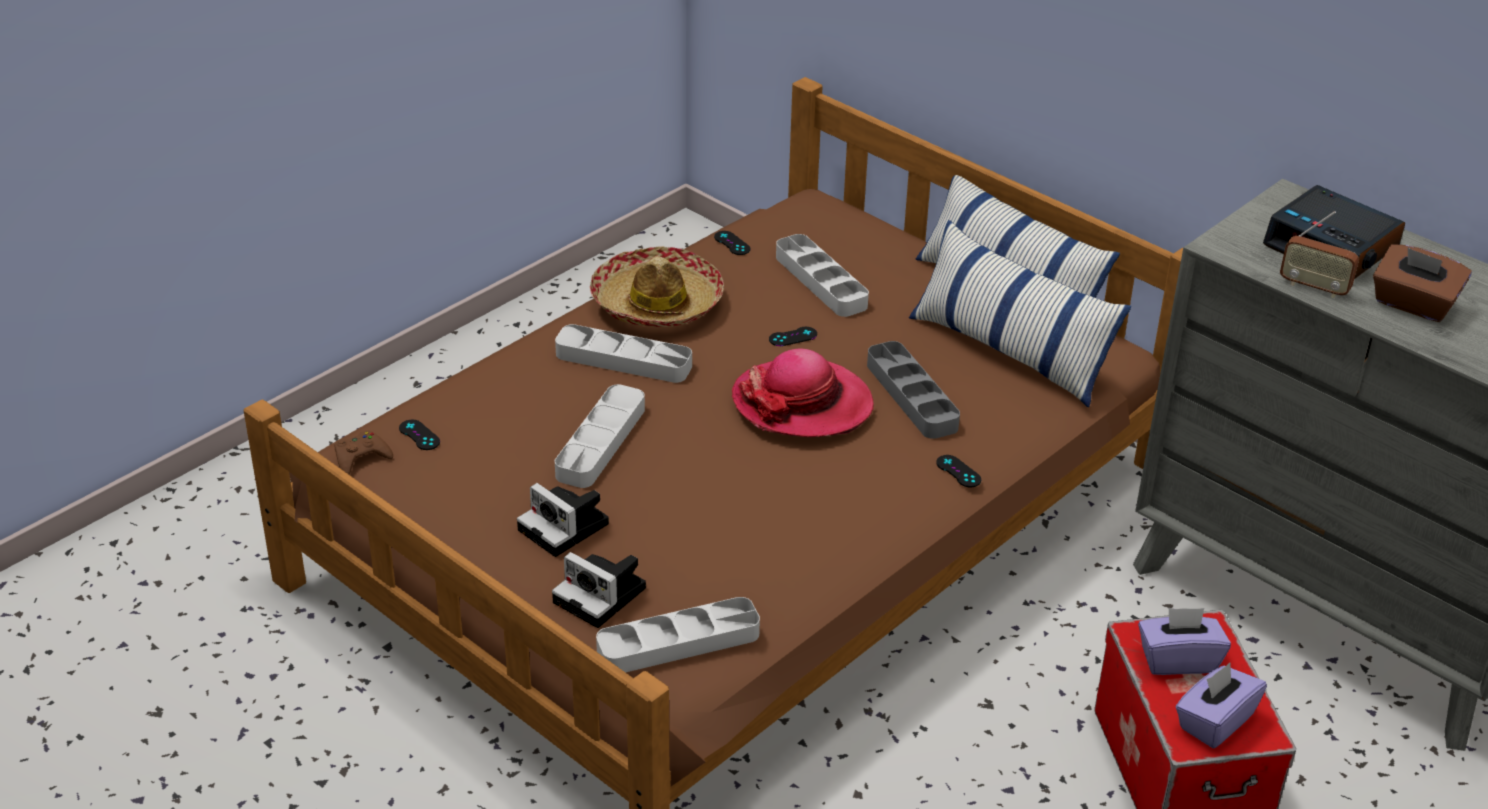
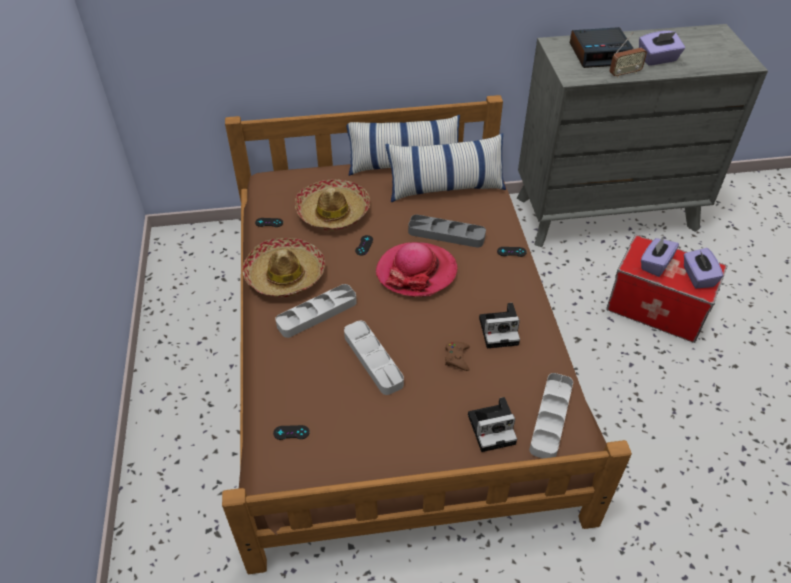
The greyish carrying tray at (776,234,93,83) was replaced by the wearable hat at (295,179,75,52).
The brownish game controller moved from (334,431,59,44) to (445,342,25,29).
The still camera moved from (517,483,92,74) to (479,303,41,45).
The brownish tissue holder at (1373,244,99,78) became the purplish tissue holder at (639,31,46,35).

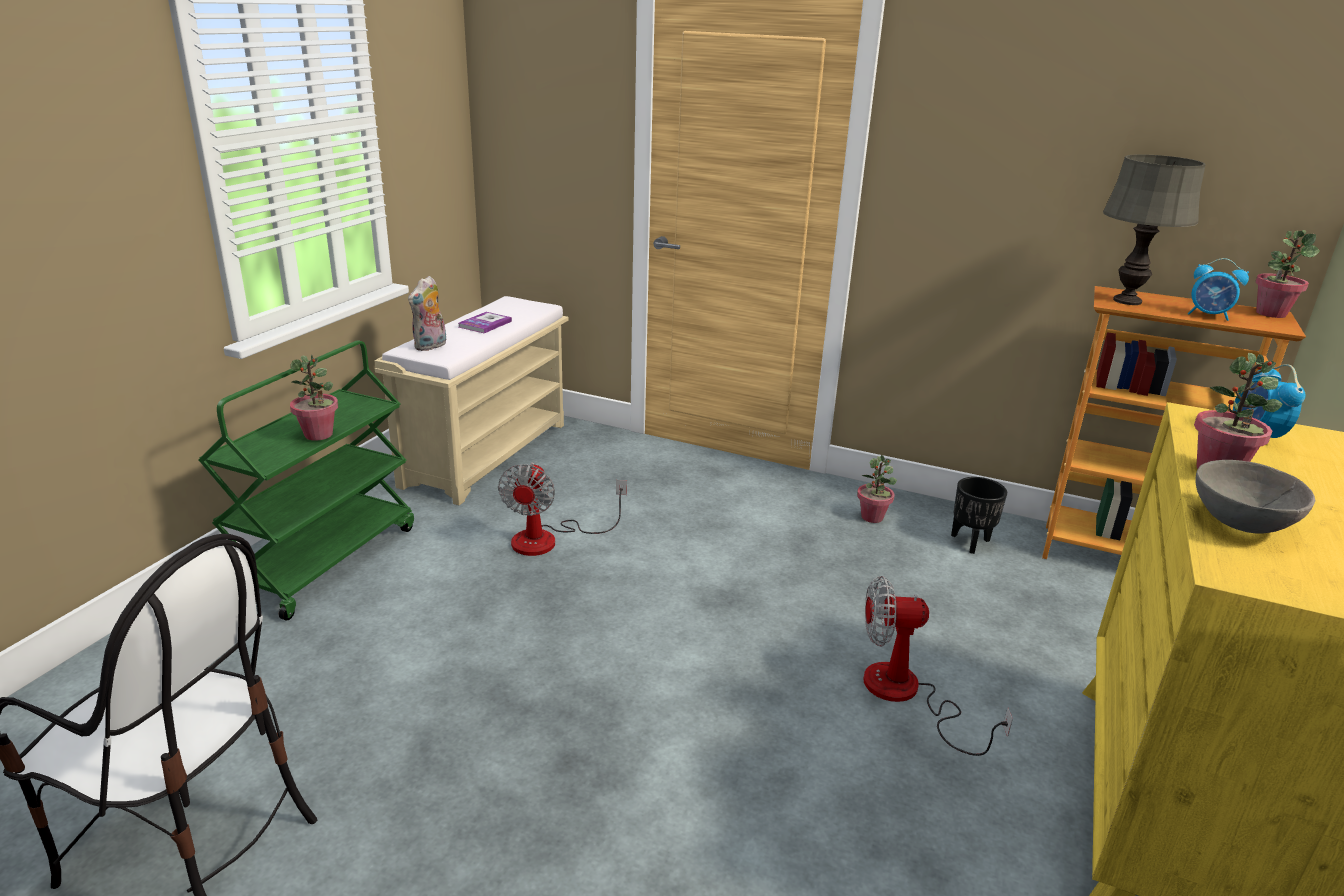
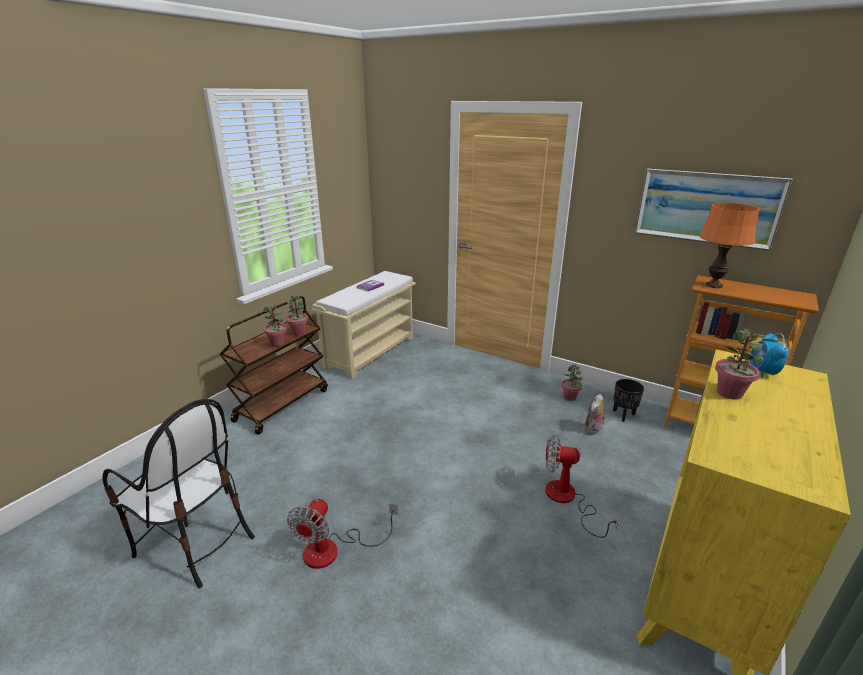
The green wheeled cart at (198,340,216,281) became the brownish wheeled cart at (220,296,108,139).
The potted plant moved from (1255,230,65,88) to (286,295,22,41).
The cooling fan moved from (498,462,129,94) to (287,499,111,70).
The plush toy moved from (408,276,38,75) to (583,394,23,42).
The wall art at (635,169,158,82) appeared.
The greyish lamp for a table at (1103,154,103,151) became the orange-coloured lamp for a table at (699,203,60,85).
The table clock at (1188,258,61,63) disappeared.
The greyish serving bowl at (1195,460,120,74) disappeared.

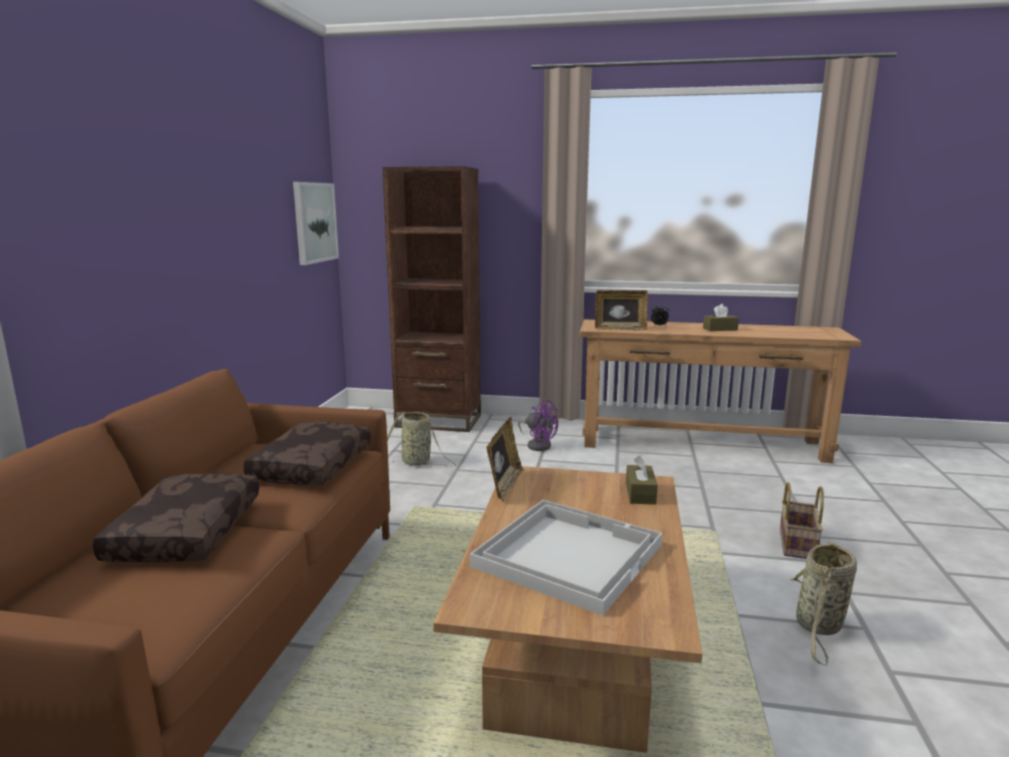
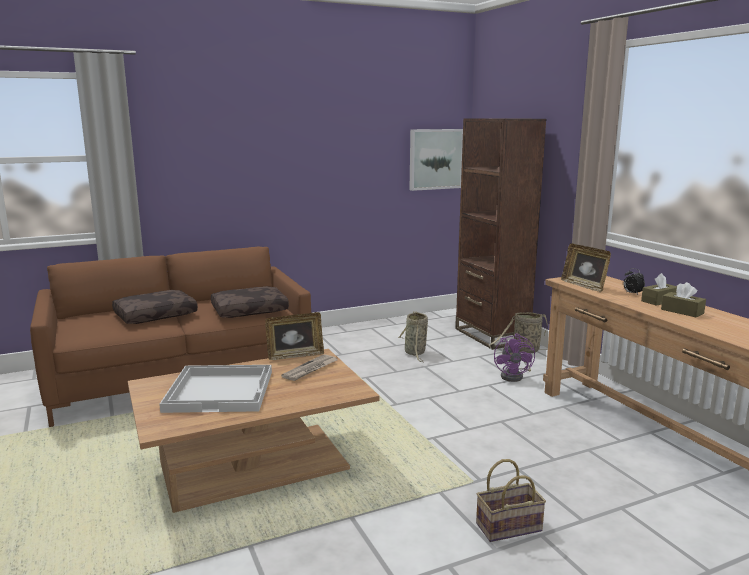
The printed paper at (281,354,56,27) appeared.
The basket moved from (790,539,67,126) to (489,312,59,41).
The brownish tissue holder moved from (626,455,32,50) to (641,273,36,33).

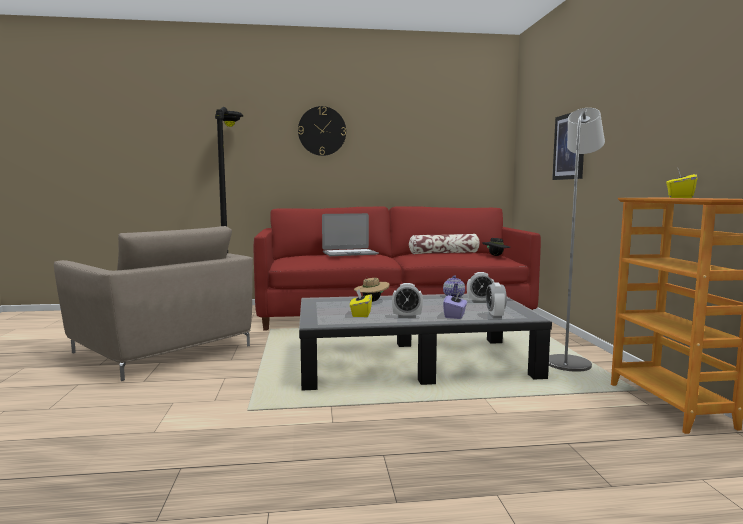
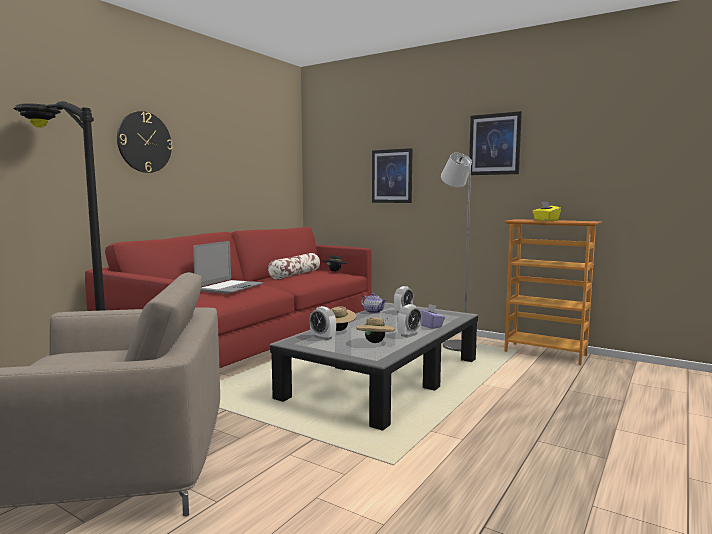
The table clock moved from (486,282,21,37) to (310,306,26,34).
The yellowish tissue holder at (350,290,22,27) was replaced by the beige wearable hat at (356,317,39,26).
The wall art at (469,111,53,64) appeared.

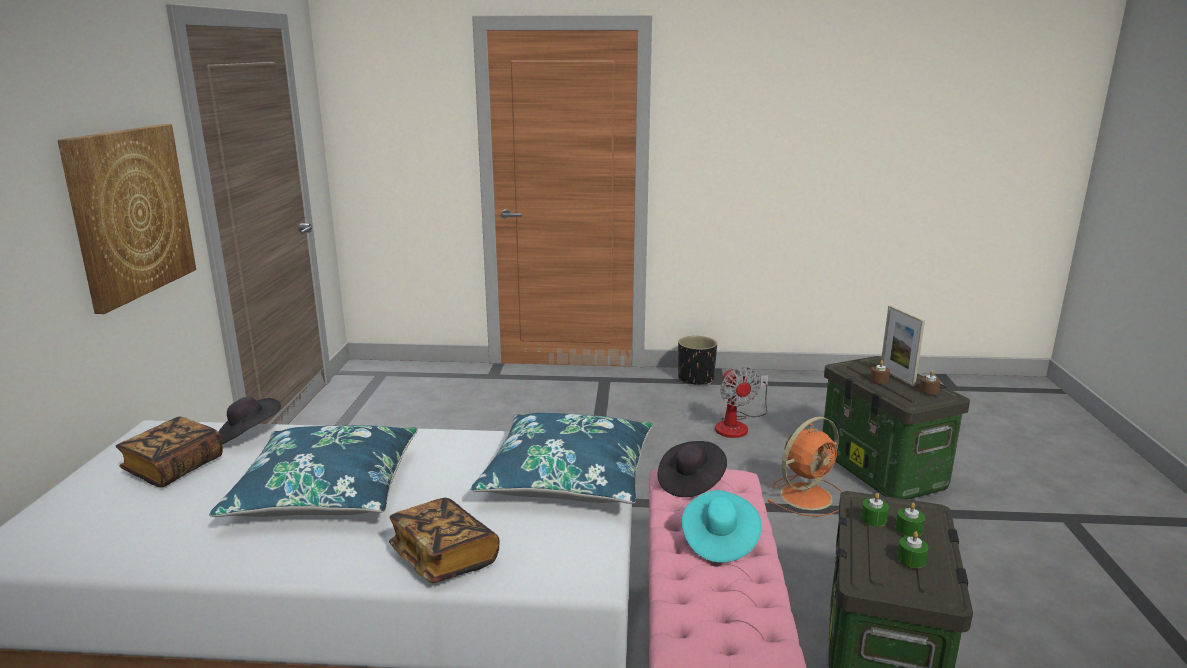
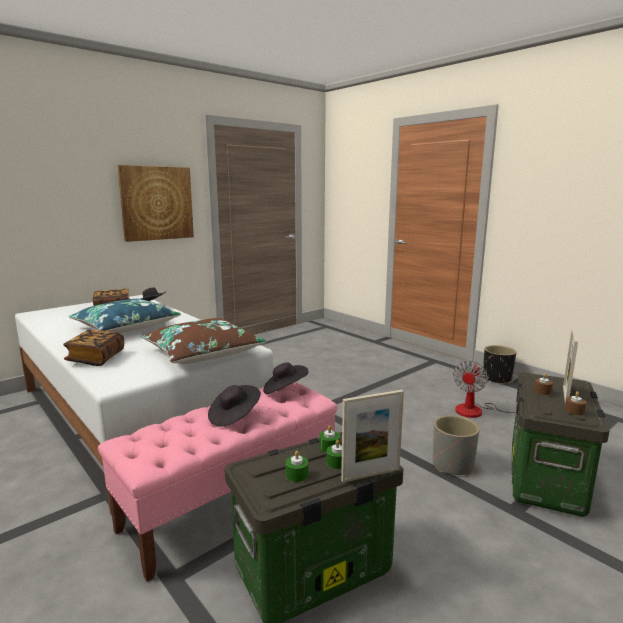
The blue-coloured throw pillow at (471,413,181,91) became the brownish throw pillow at (141,318,125,46).
The blue-green wearable hat at (682,490,80,73) became the black wearable hat at (208,385,53,42).
The photo frame at (341,390,63,93) appeared.
The orange-coloured cooling fan at (767,417,75,100) was replaced by the greyish plant pot at (433,415,47,60).

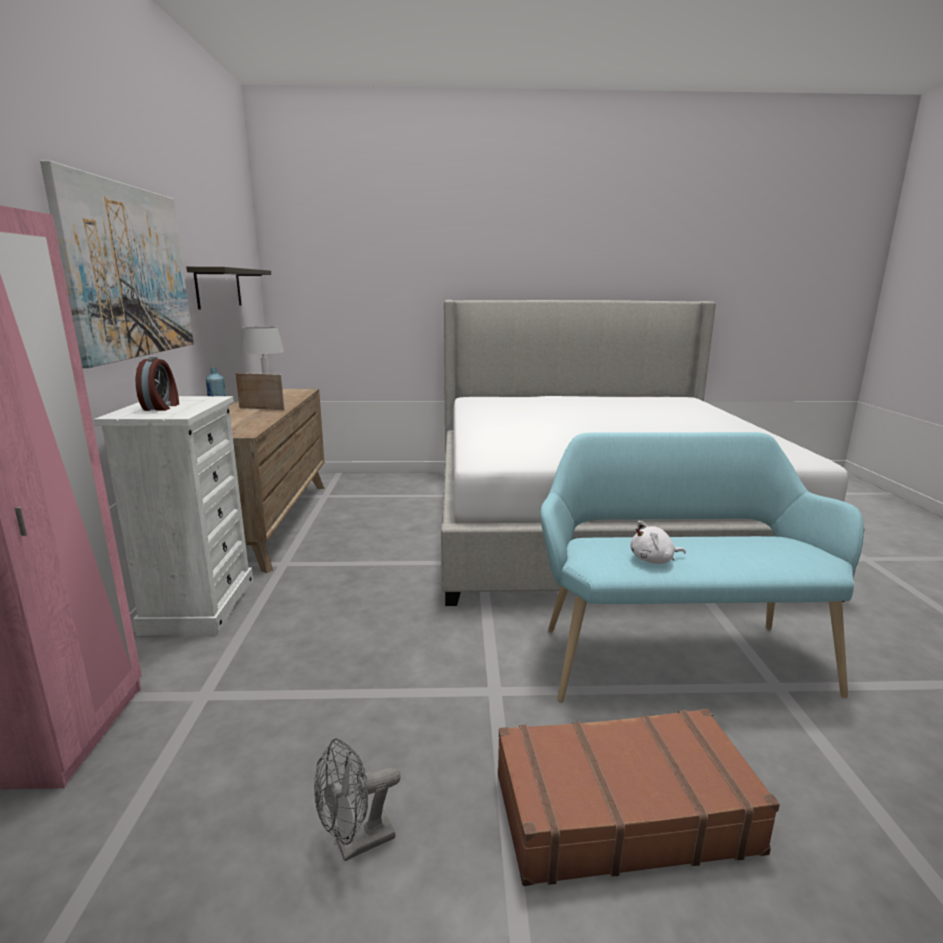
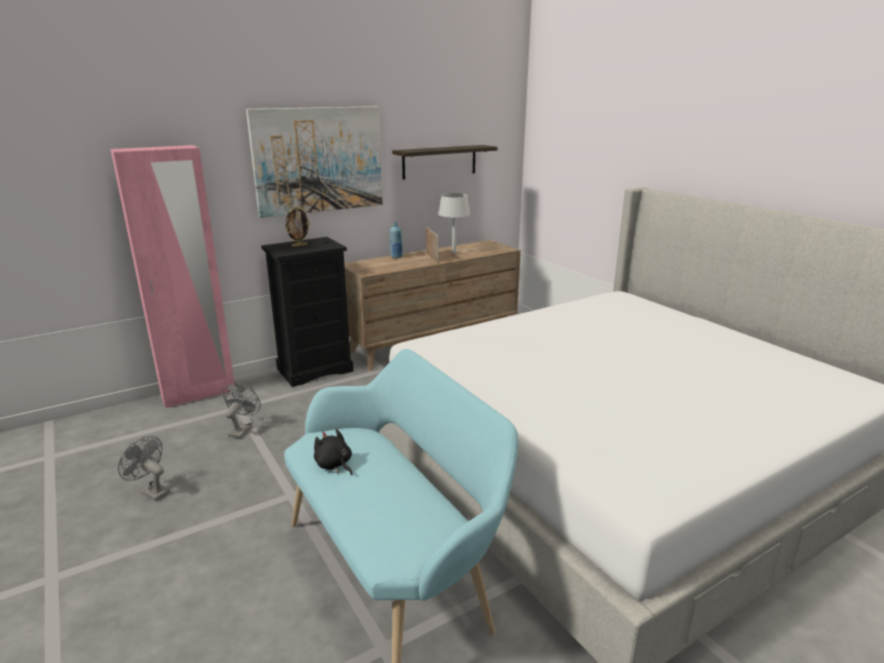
The greyish cooling fan at (223,383,38,55) appeared.
The whitish drawer chest at (93,396,161,240) became the black drawer chest at (261,237,92,150).
The table clock at (136,357,43,54) was replaced by the photo frame at (285,206,25,41).
The whitish plush toy at (630,521,56,43) became the black plush toy at (314,429,38,47).
The brownish suitcase at (498,708,282,178) disappeared.

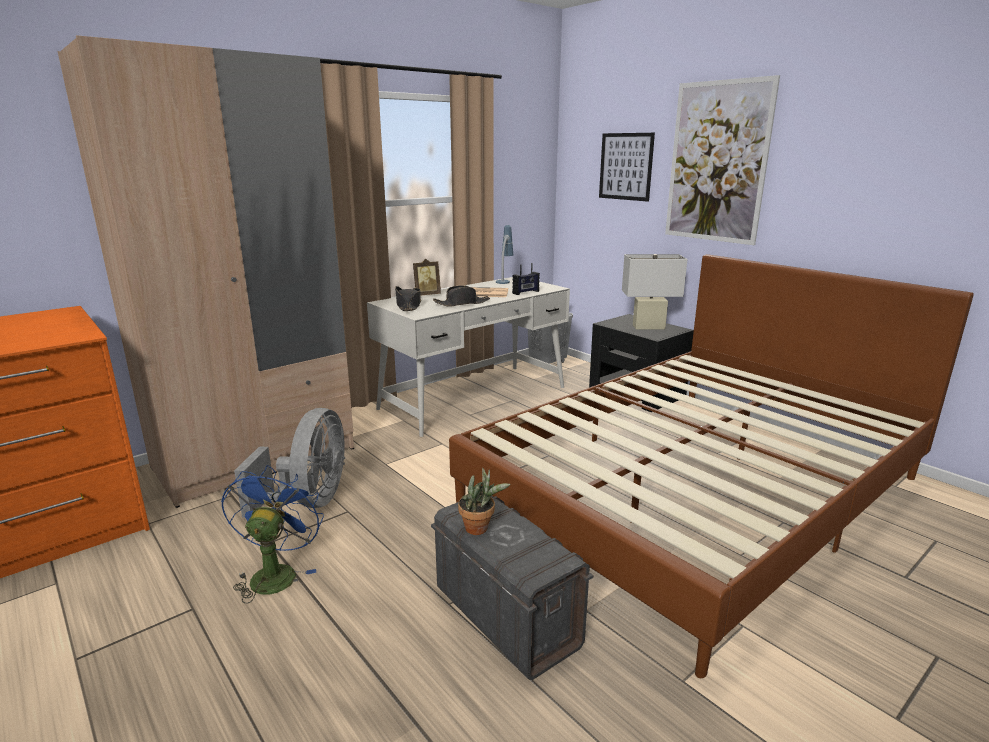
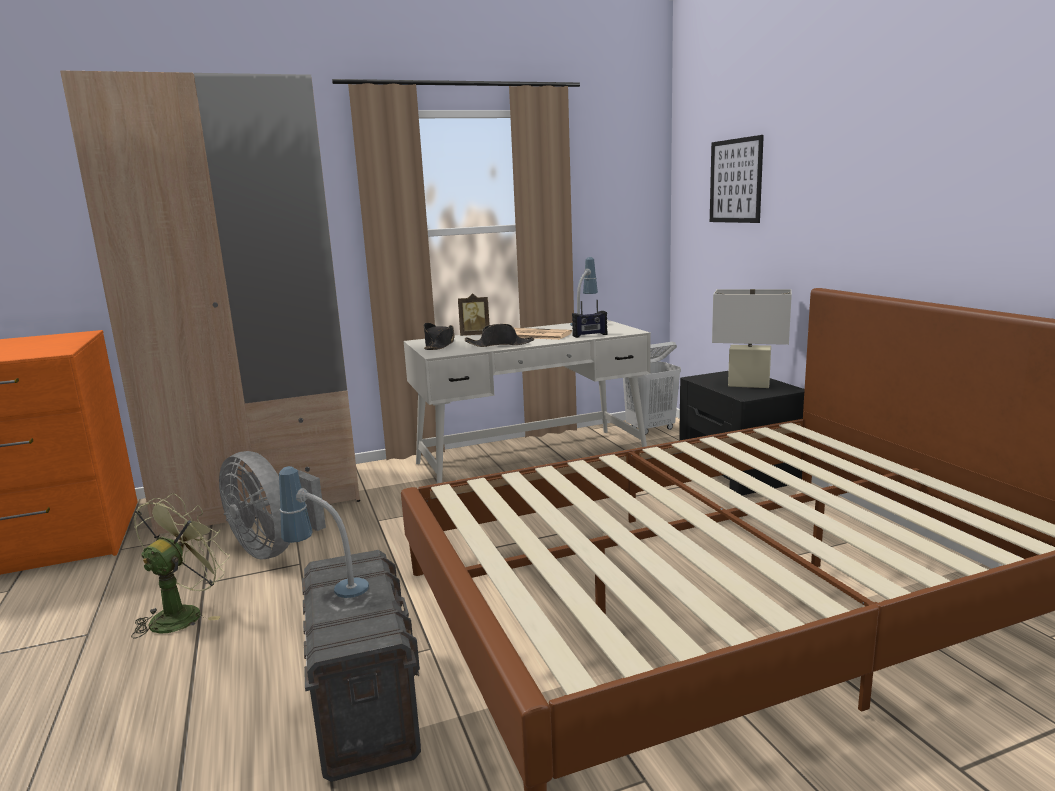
The blue-coloured cooling fan at (221,465,103,139) became the green cooling fan at (131,493,99,146).
The greyish cooling fan at (234,408,111,110) turned 105 degrees clockwise.
The potted plant at (458,468,53,67) was replaced by the lamp for a table at (279,466,90,132).
The wall art at (665,75,115,170) disappeared.

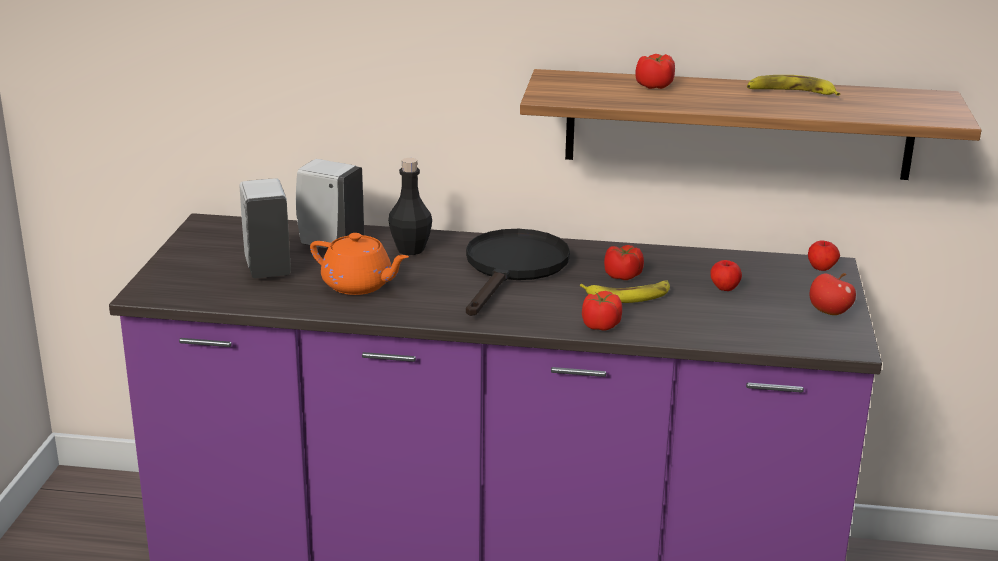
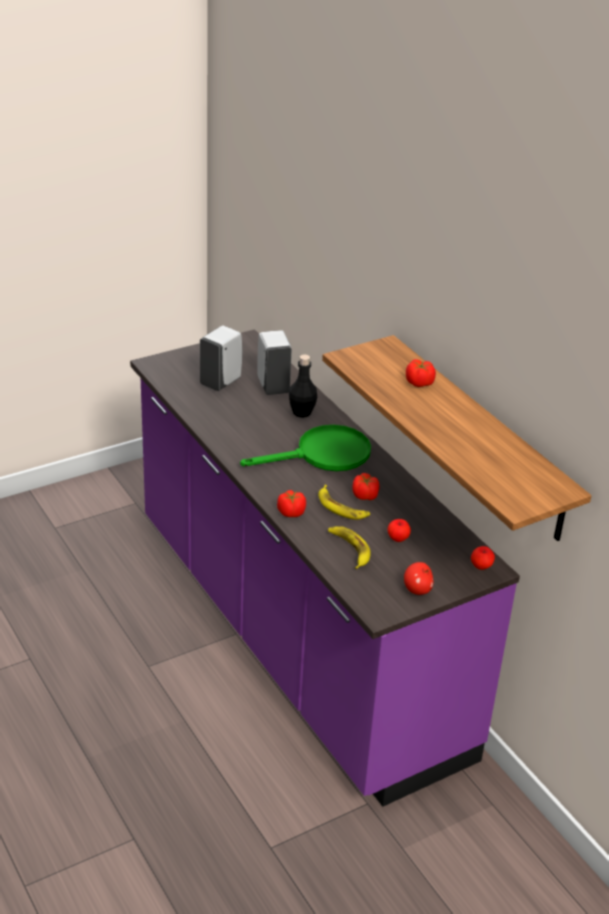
The black skillet at (466,229,104,87) became the green skillet at (240,425,131,46).
The whole banana moved from (747,75,93,21) to (328,526,43,43).
The orange-coloured pot for tea at (310,233,99,62) disappeared.

